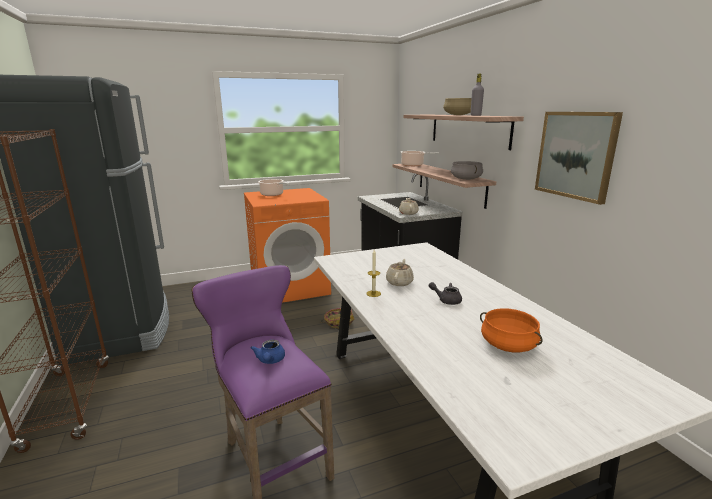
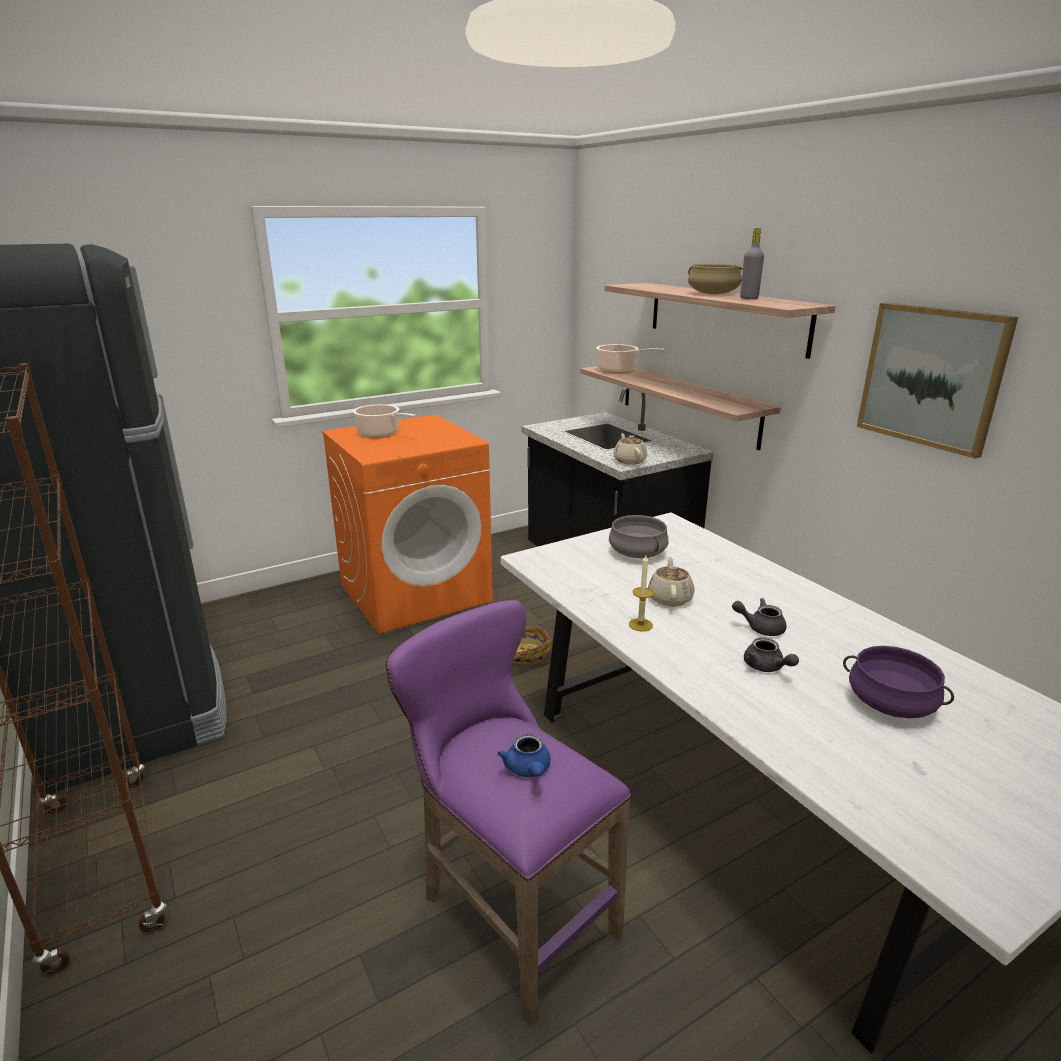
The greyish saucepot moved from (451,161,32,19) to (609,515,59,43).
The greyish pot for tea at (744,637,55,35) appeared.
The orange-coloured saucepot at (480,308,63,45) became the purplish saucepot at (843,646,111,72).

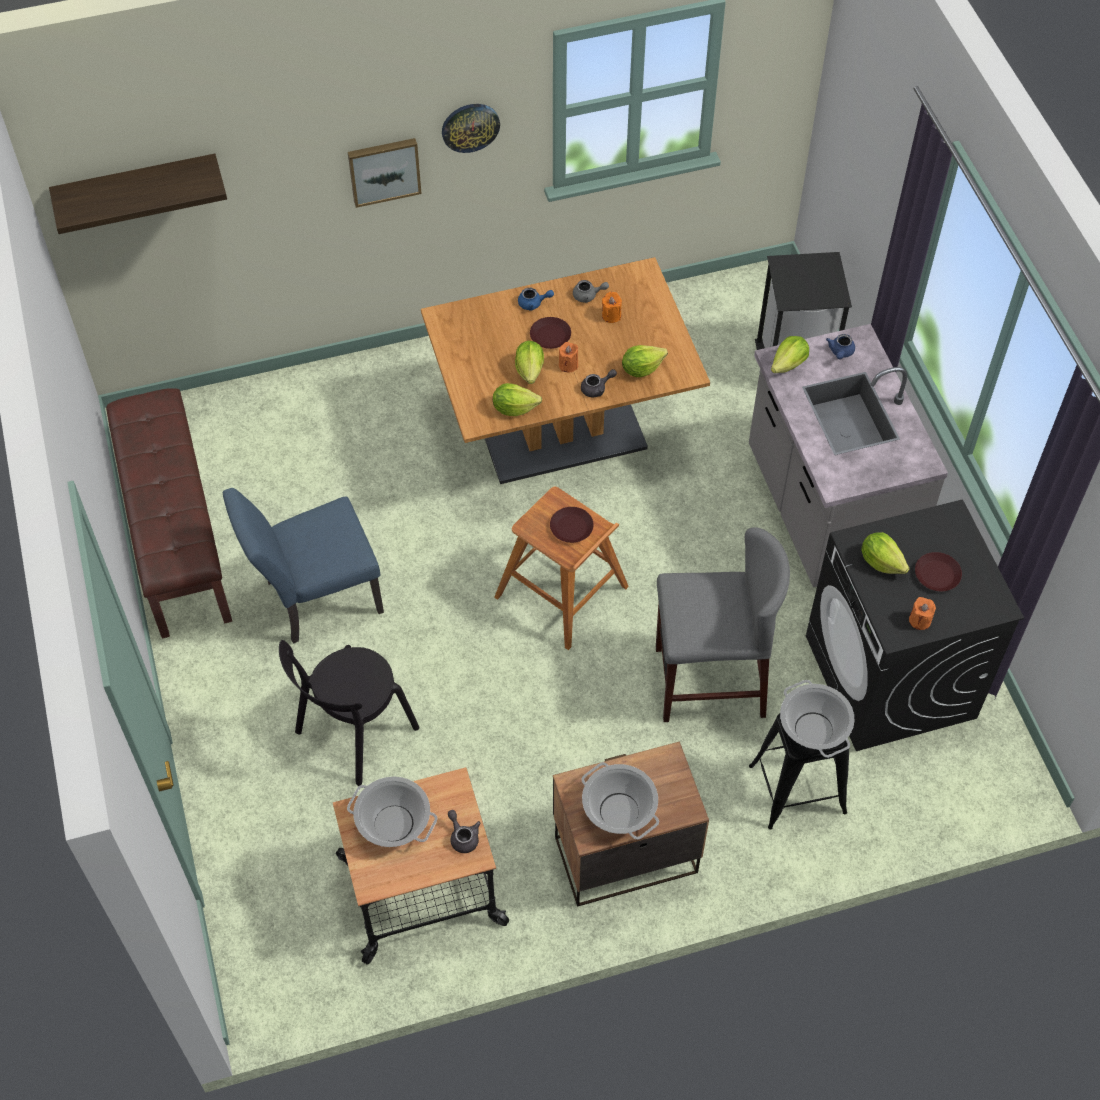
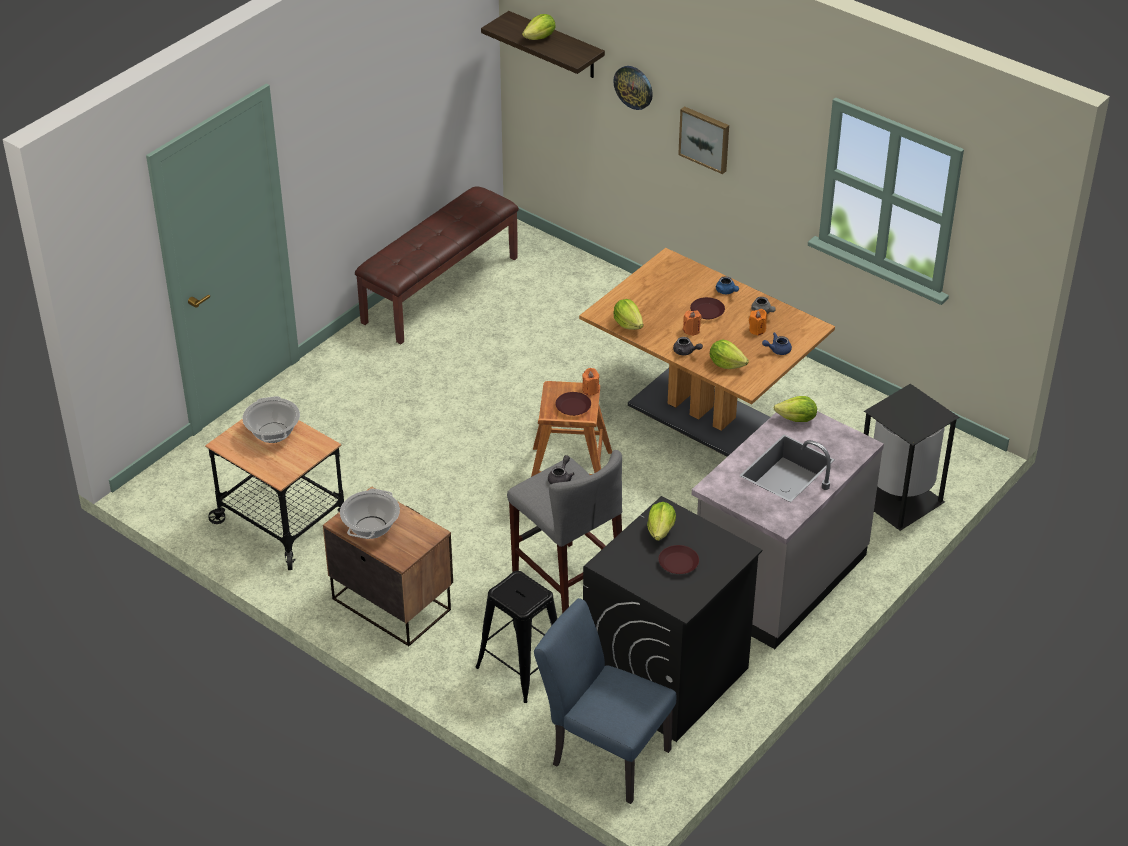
The lettuce head moved from (515,341,29,43) to (522,14,34,26).
The blue-coloured upright chair moved from (223,488,161,156) to (534,598,142,206).
The greyish pot for tea moved from (448,810,32,43) to (548,455,26,29).
The orange-coloured candle moved from (909,597,27,33) to (582,368,17,27).
The clock on the wall moved from (442,104,58,49) to (613,66,40,44).
The blue-coloured pot for tea moved from (826,334,29,25) to (762,332,30,23).
The black upright chair at (279,640,140,146) disappeared.
The saucepot at (780,680,74,78) disappeared.

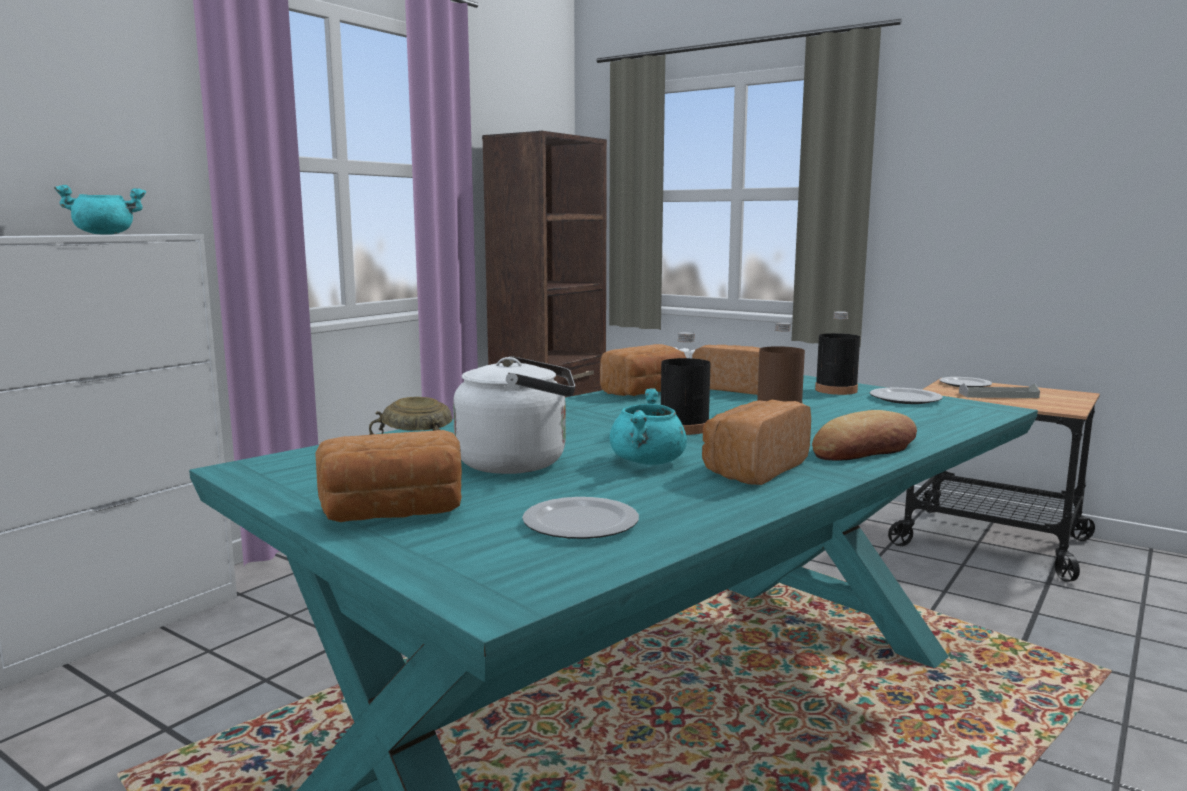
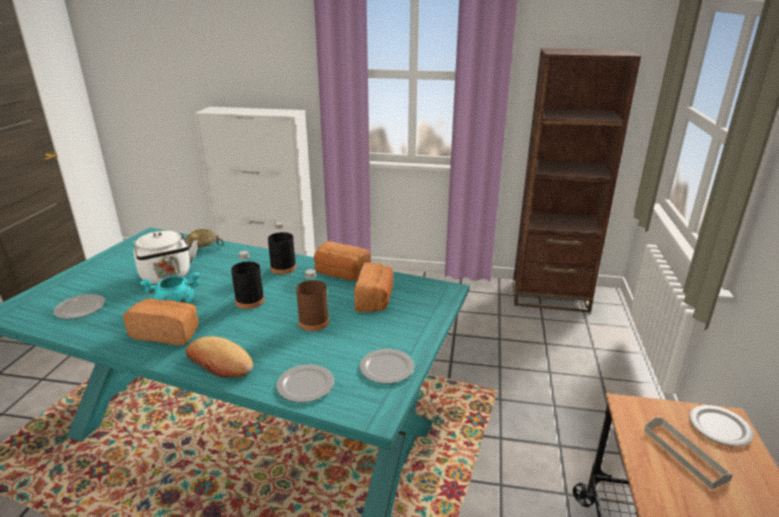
The black beverage bottle moved from (815,311,45,84) to (268,222,28,52).
The flat dish at (276,364,58,38) appeared.
The blue-green saucepot at (54,185,92,50) disappeared.
The bread at (315,430,147,92) disappeared.

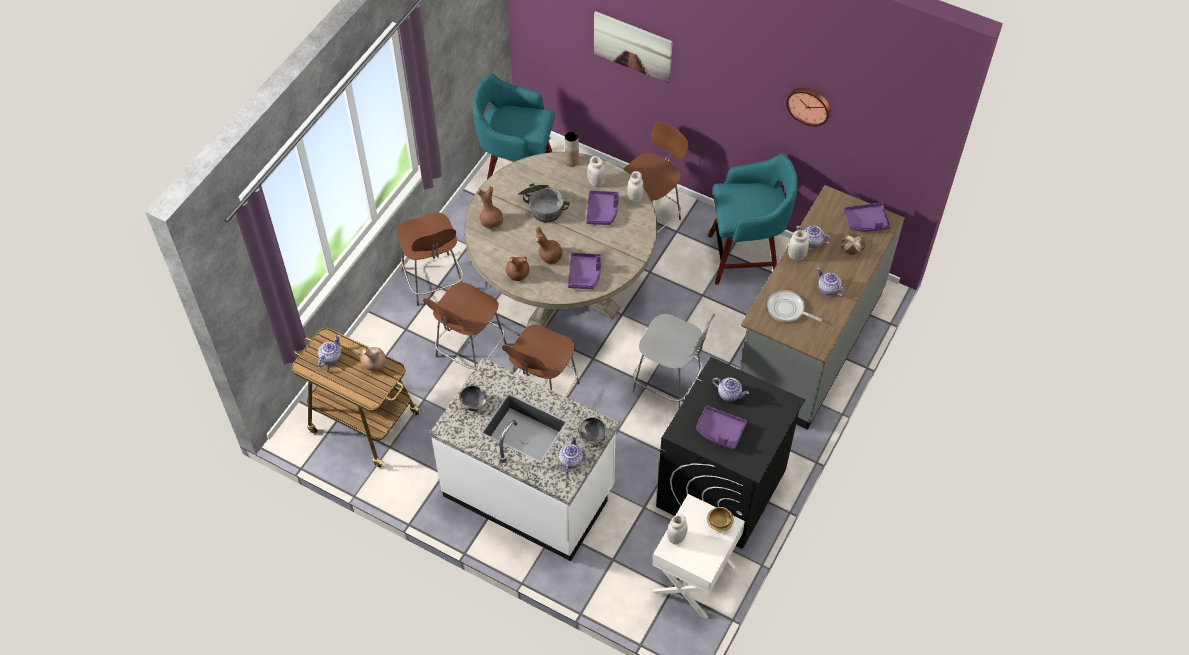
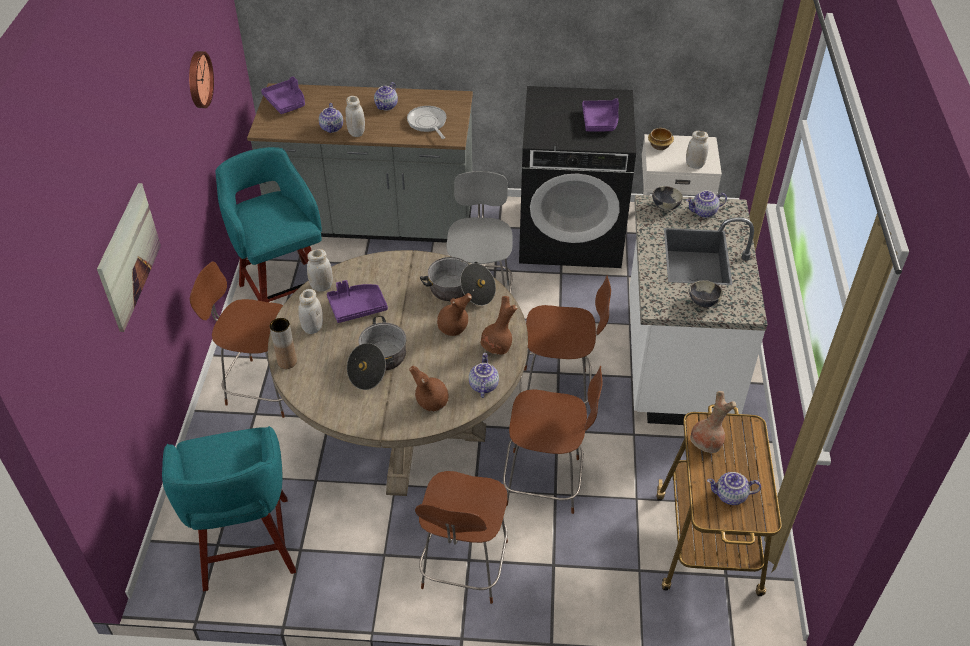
The skillet at (767,290,55,32) turned 150 degrees clockwise.
The brownish upright chair at (396,212,67,94) turned 150 degrees clockwise.
The purplish carrying tray at (568,253,34,36) was replaced by the saucepot at (420,257,76,49).
The pot for tea moved from (712,377,37,25) to (469,353,30,45).
The bread at (841,234,25,21) disappeared.

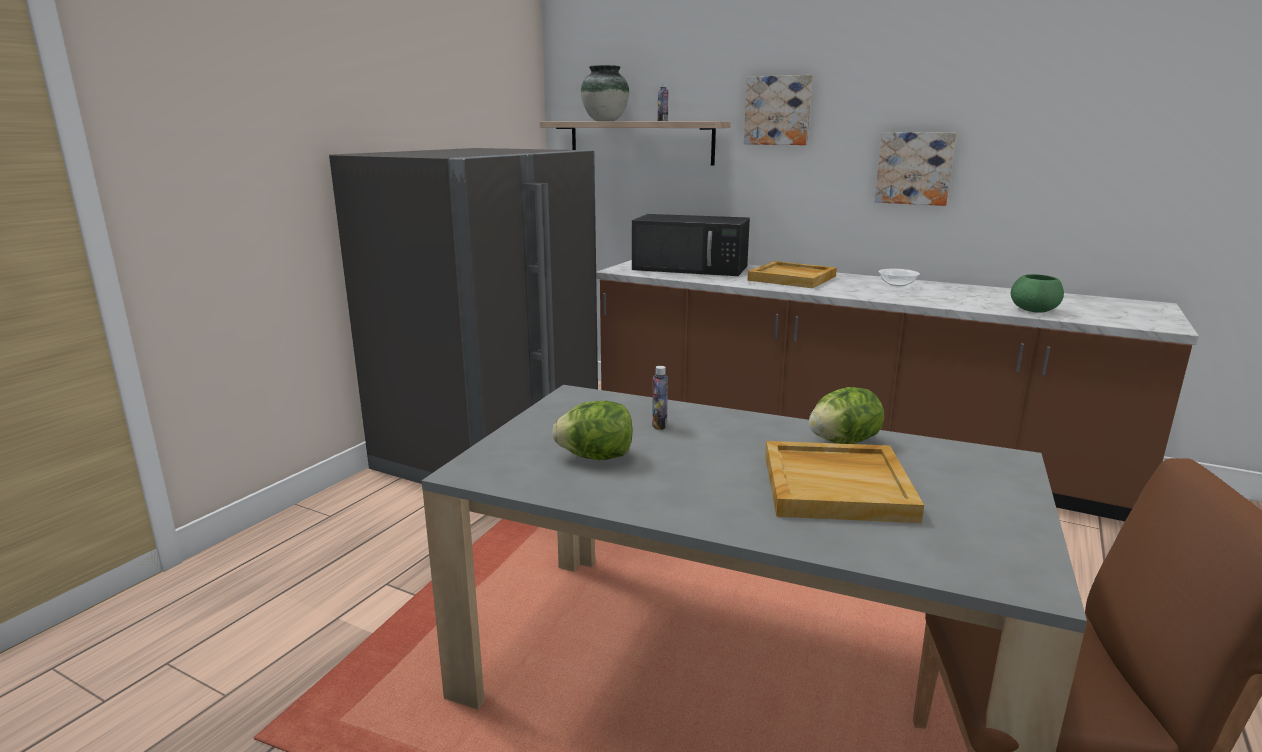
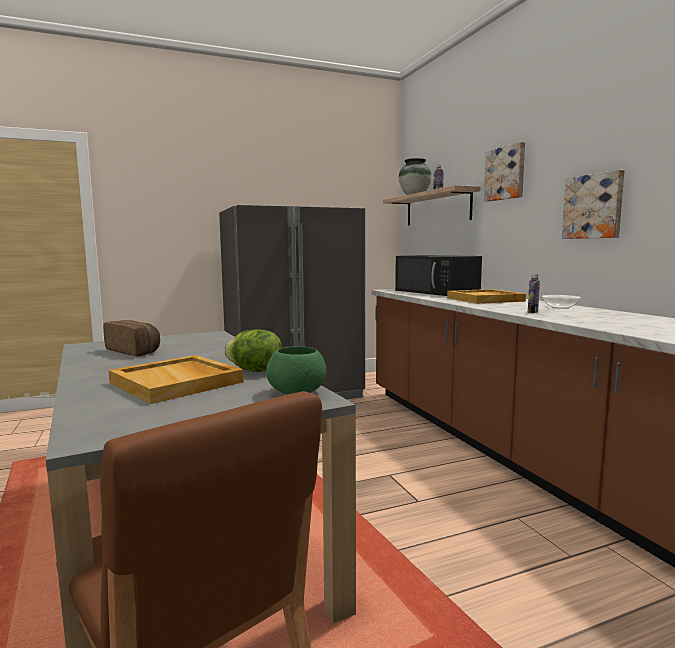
The lettuce head at (552,401,81,59) was replaced by the bread at (103,320,57,36).
The green serving bowl moved from (1011,274,53,39) to (266,346,60,49).
The beverage bottle moved from (652,366,16,64) to (528,274,12,39).

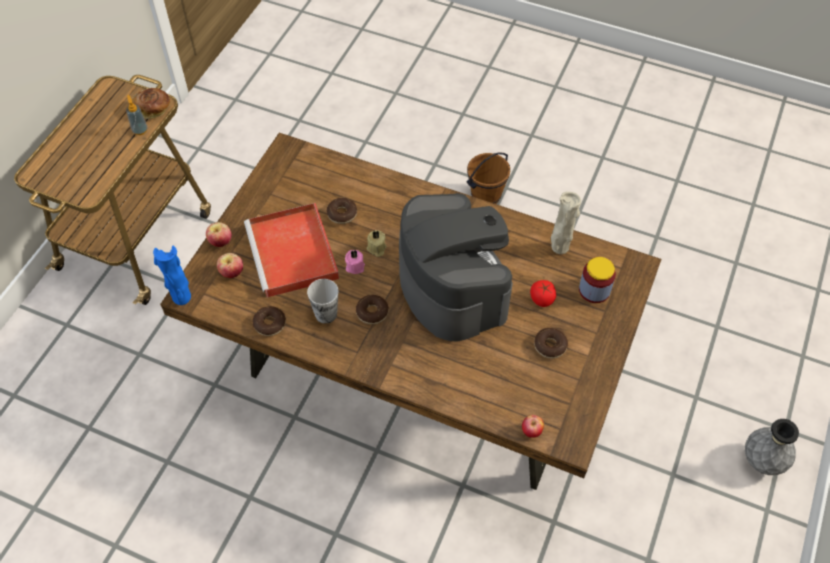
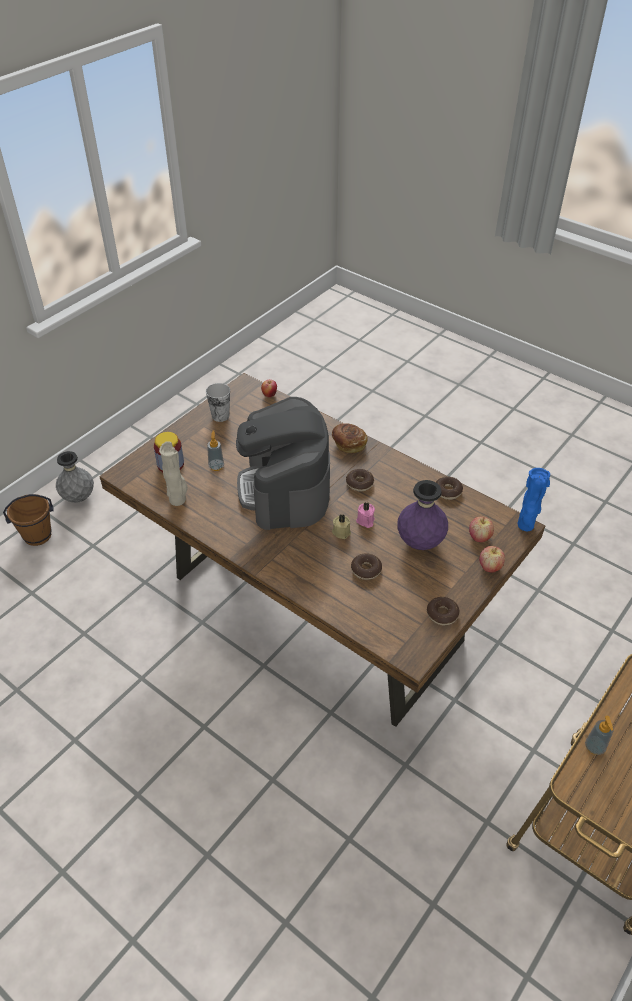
The brownish pail moved from (467,152,43,52) to (3,494,51,52).
The cup moved from (307,279,31,45) to (206,383,24,39).
The tomato at (530,280,26,27) was replaced by the soap dispenser at (207,431,17,40).
The bread moved from (132,88,38,31) to (332,423,36,30).
The red-coloured carrying tray at (244,203,95,94) was replaced by the purplish flower vase at (397,480,51,70).
The ring doughnut moved from (534,328,34,31) to (427,597,33,28).

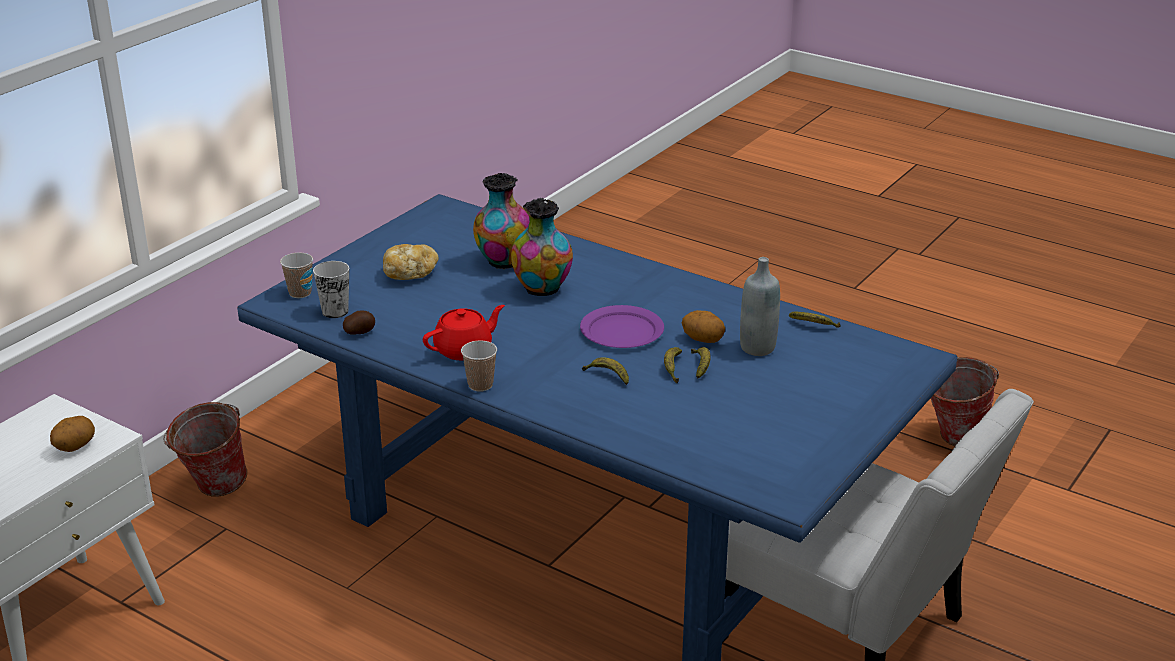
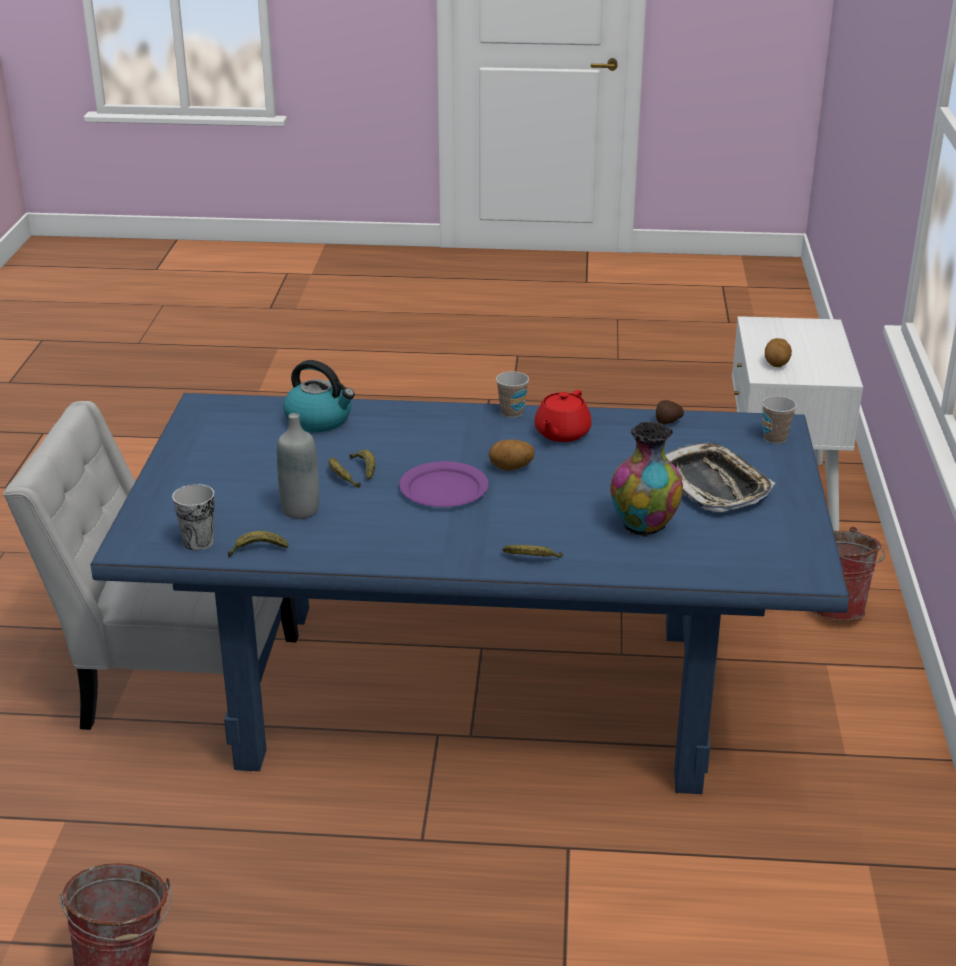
The cup moved from (313,261,36,57) to (172,484,42,67).
The water kettle at (283,360,72,72) appeared.
The spud moved from (682,310,43,33) to (489,439,46,32).
The whole banana moved from (582,357,47,28) to (502,545,61,13).
The bread at (383,244,56,36) was replaced by the carrying tray at (665,443,110,69).
The flower vase at (511,197,62,99) disappeared.

